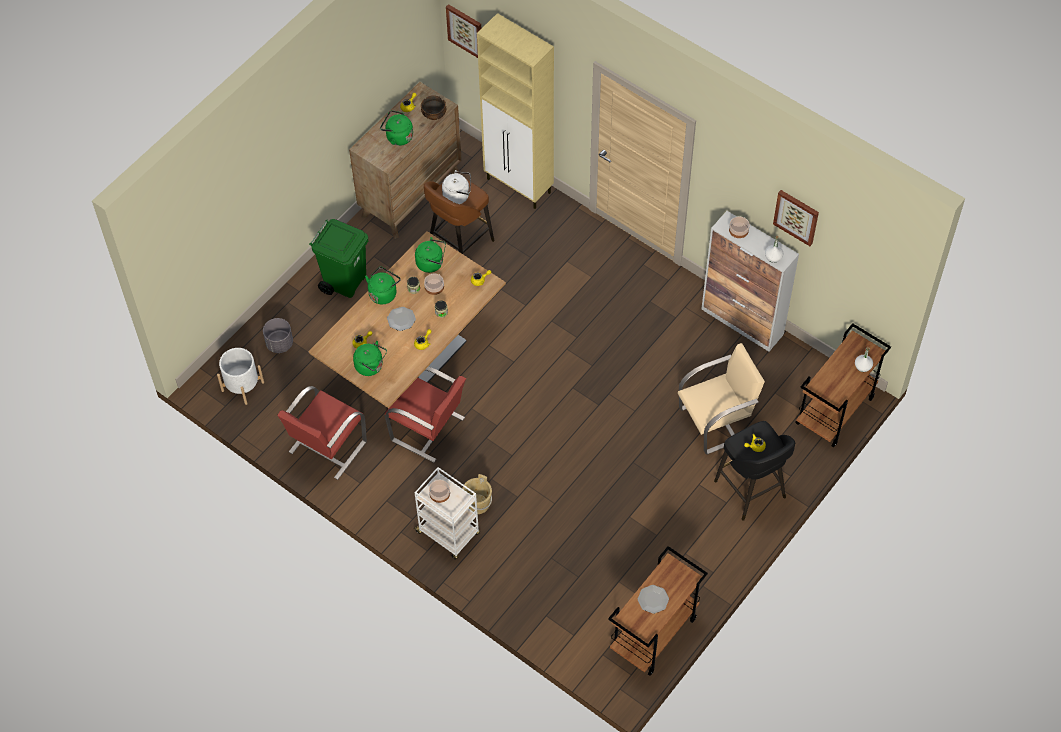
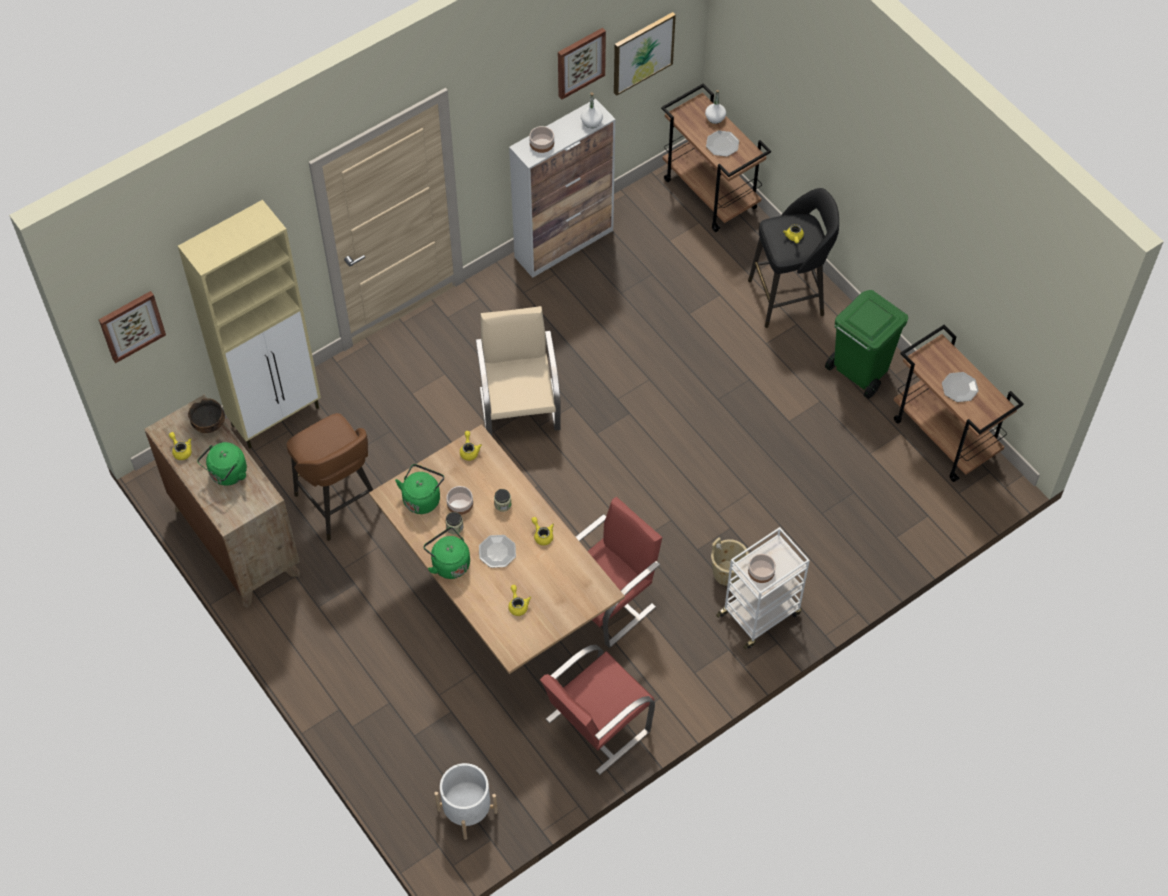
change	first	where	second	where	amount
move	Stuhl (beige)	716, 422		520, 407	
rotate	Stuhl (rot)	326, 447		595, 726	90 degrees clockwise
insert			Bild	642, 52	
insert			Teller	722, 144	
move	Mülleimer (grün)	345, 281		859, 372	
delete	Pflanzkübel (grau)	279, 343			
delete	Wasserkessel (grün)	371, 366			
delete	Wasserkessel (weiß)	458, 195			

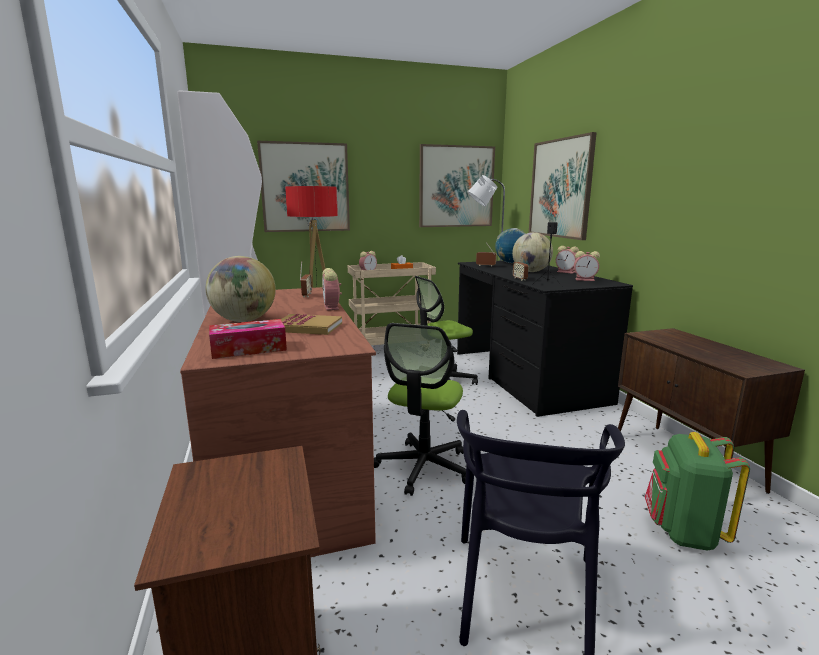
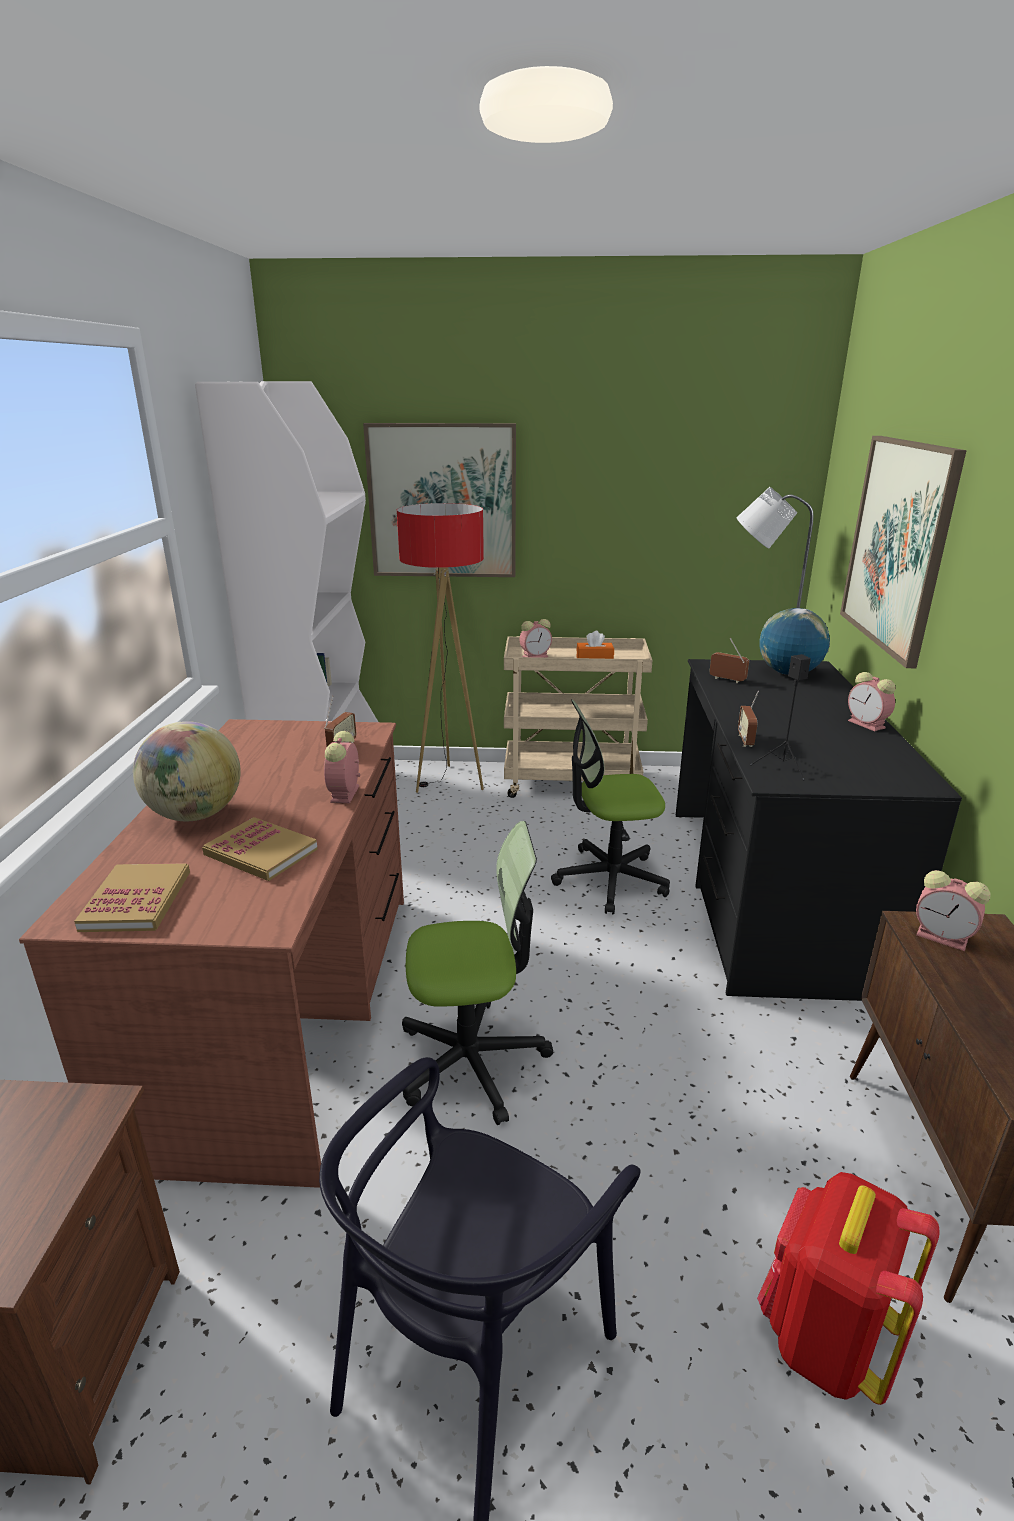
change	first	where	second	where	amount
replace	Taschentuchbox	249, 349	Buch	137, 901	
rotate	Bürostuhl	423, 467		472, 1060	135 degrees counterclockwise
recolor	Rucksack (grün)	683, 532	Rucksack (rot)	824, 1337	
move	Wecker	585, 279		944, 937	
delete	Bild	456, 186			
delete	Globus	531, 271			

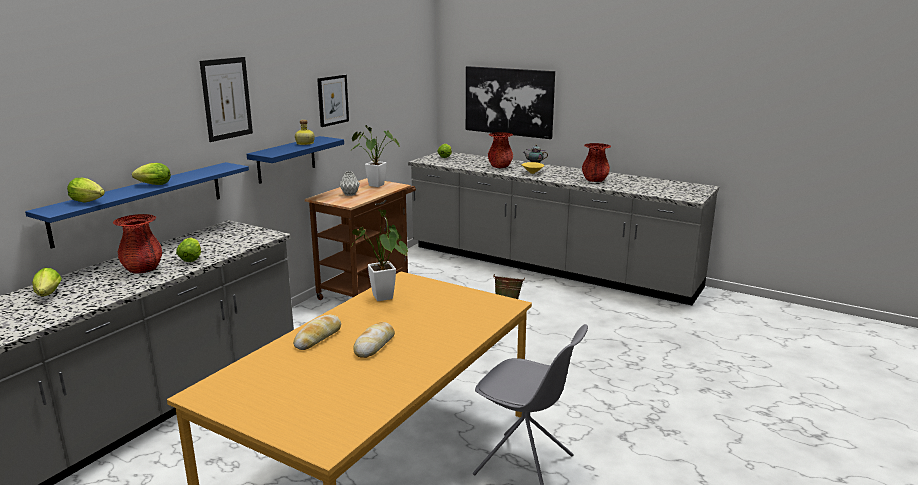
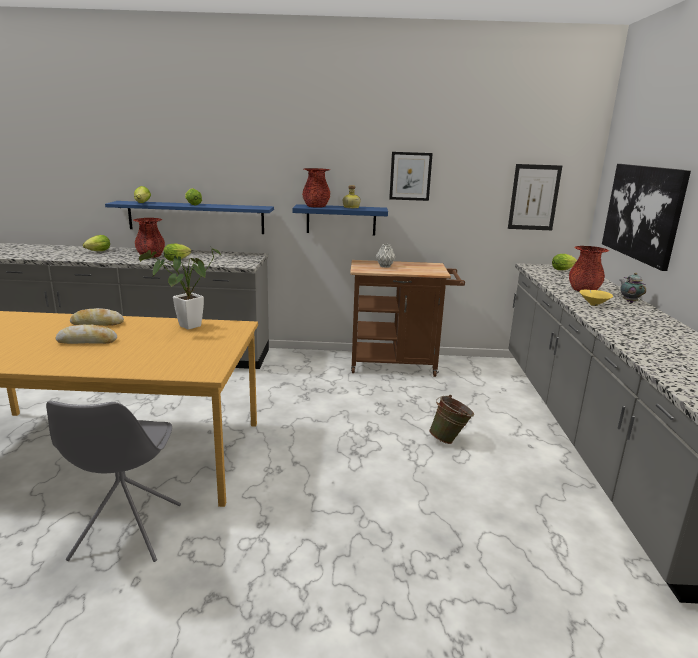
change	first	where	second	where	amount
move	Vase (rot)	595, 180		316, 206	
move	Bild	226, 98		534, 197	
delete	Topfpflanze	373, 185			

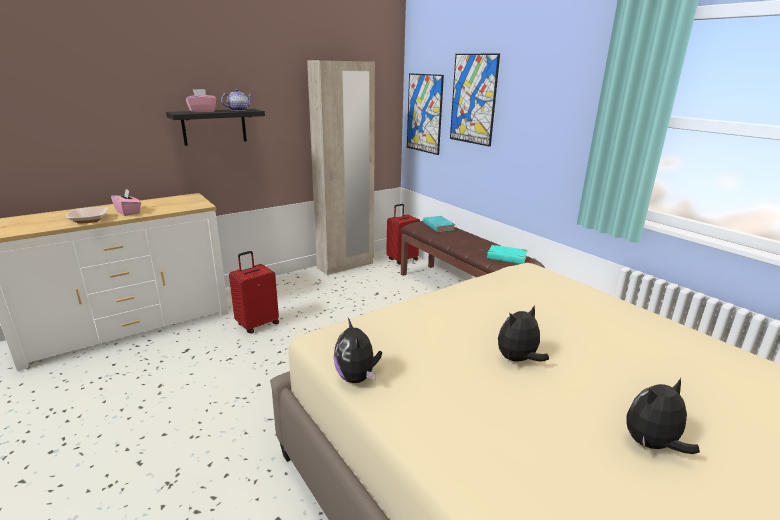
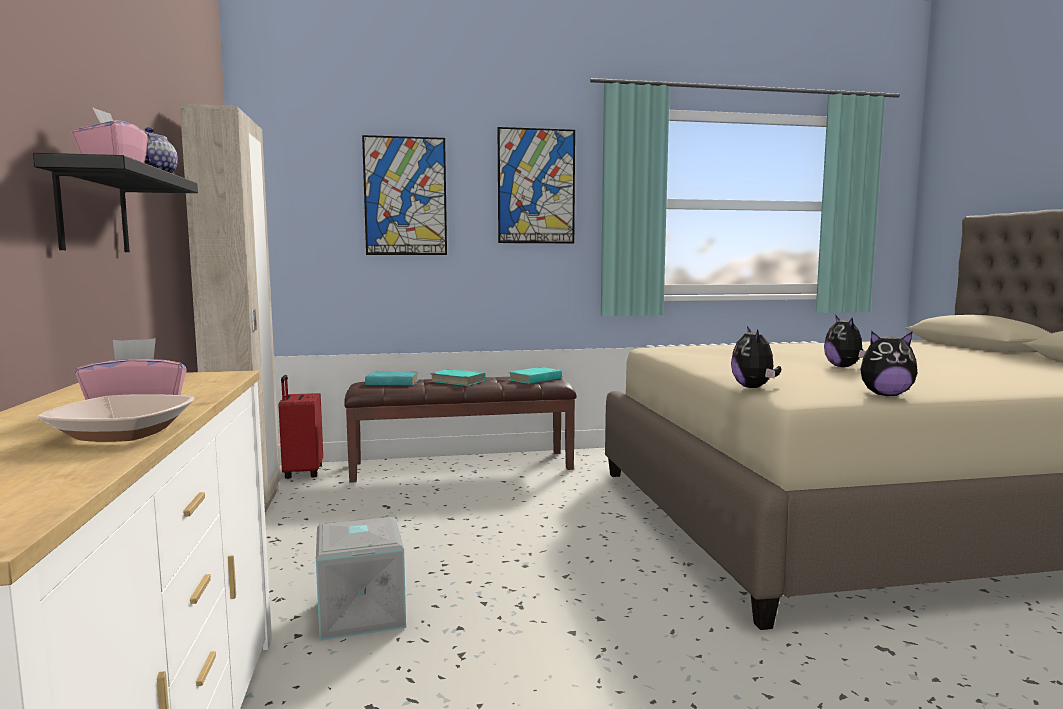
change	first	where	second	where	amount
replace	Koffer (rot)	257, 324	Aufbewahrungsbox (grau)	359, 613	
insert			Buch (türkis)	457, 381	
move	Bild	424, 113		536, 186	
move	Plüschtier	652, 445		754, 388	

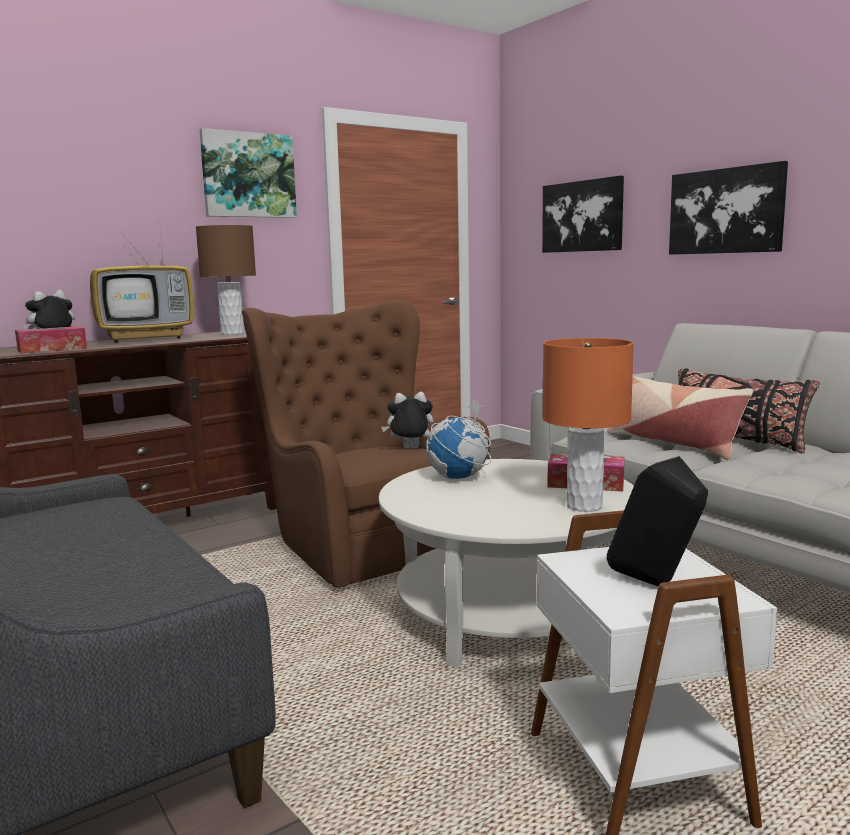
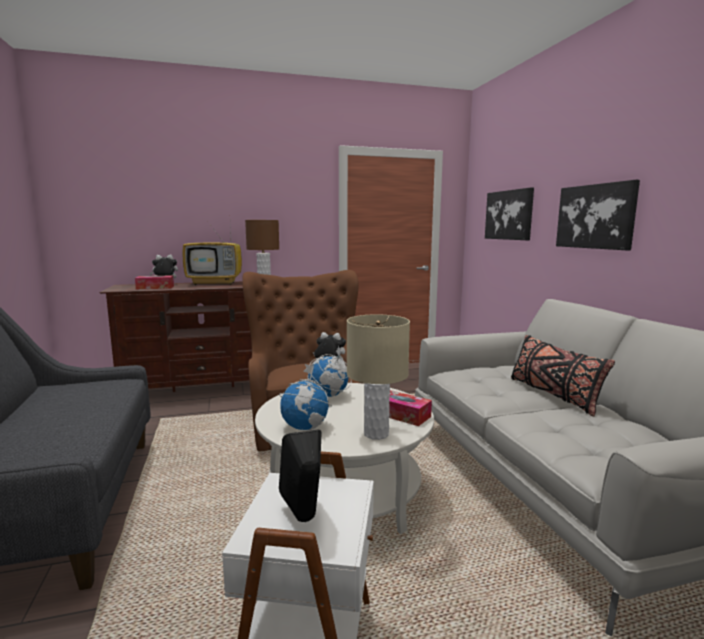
change	first	where	second	where	amount
insert			Globus	305, 427	
recolor	Tischlampe (orange)	584, 506	Tischlampe (beige)	376, 434	
delete	Bild	248, 175			
delete	Kissen	672, 443			

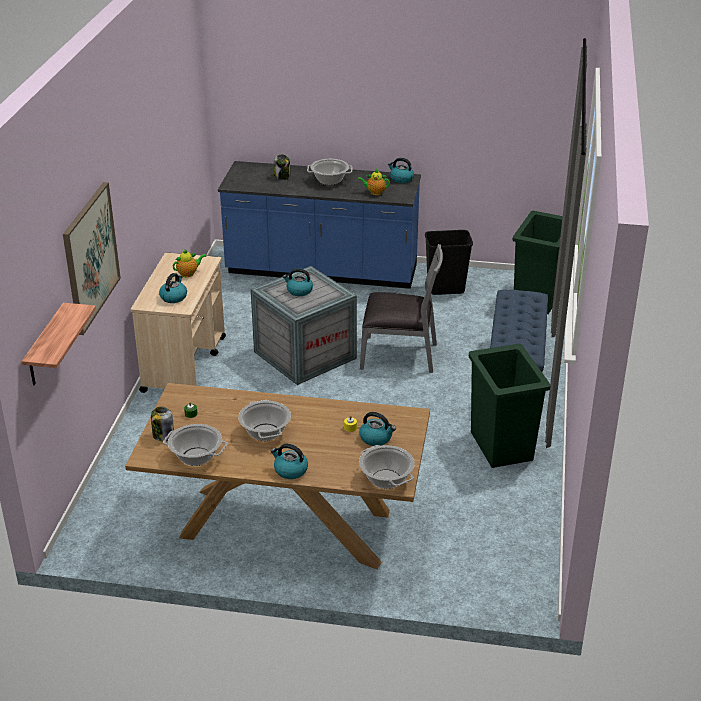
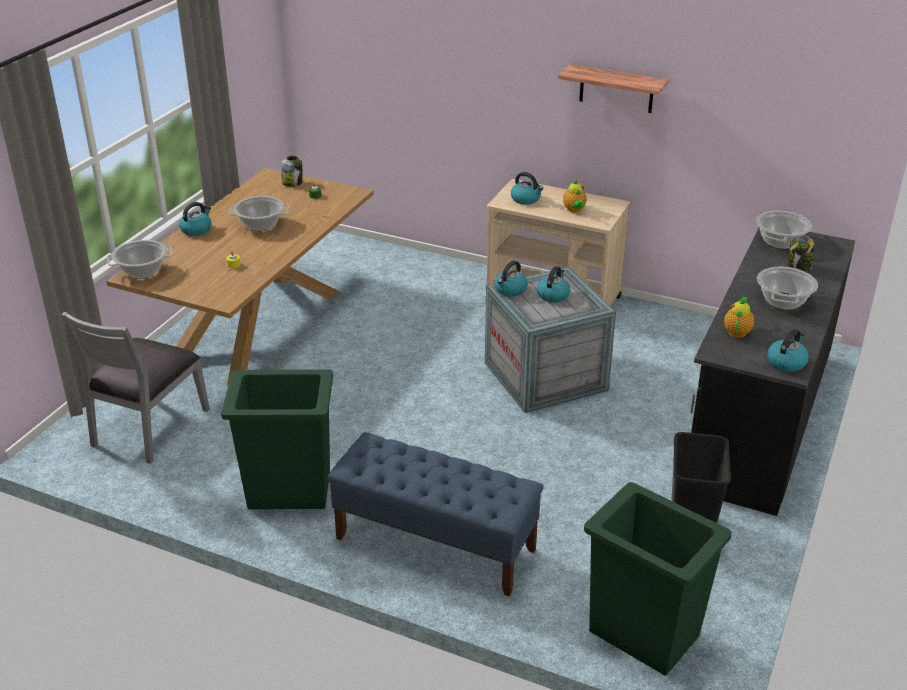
change	first	where	second	where	amount
move	Stuhl (grau)	399, 355		148, 427	
move	Wasserkessel	376, 438		510, 290	
move	Wandregal	45, 346		616, 89	
recolor	Küchenzeile (blau)	321, 271	Küchenzeile (schwarz)	757, 419	
move	Kochtopf	196, 457		780, 242	
delete	Bild	90, 257			

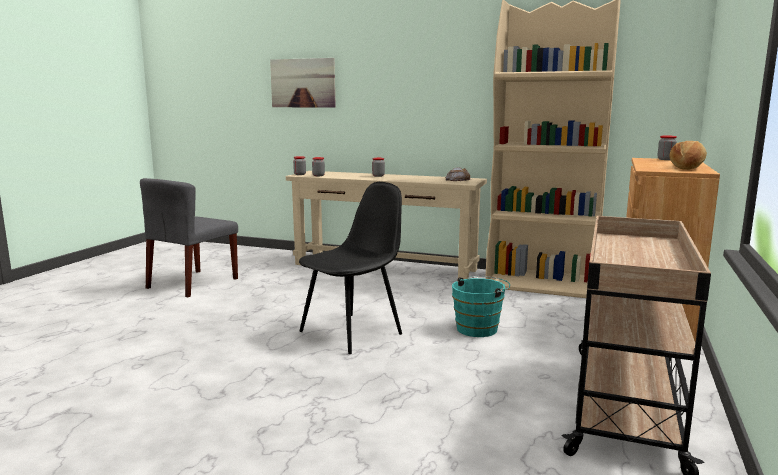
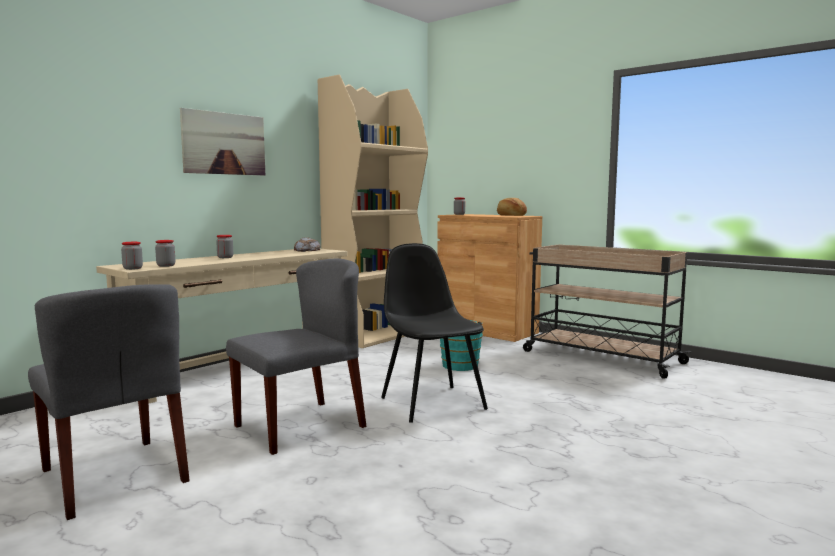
change	first	where	second	where	amount
move	Bild	303, 83		224, 143	
insert			Stuhl (grau)	301, 426	

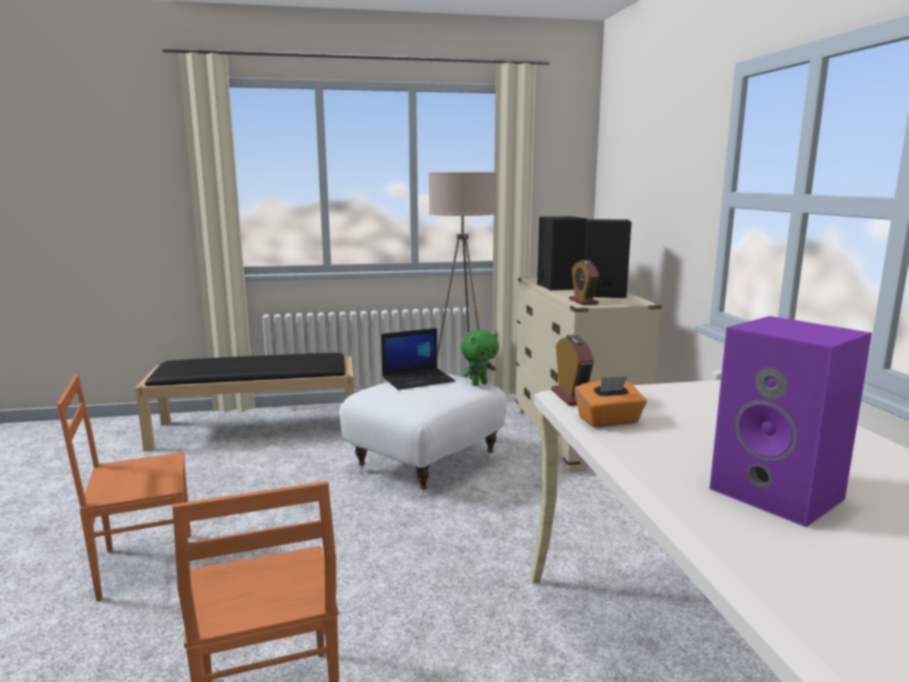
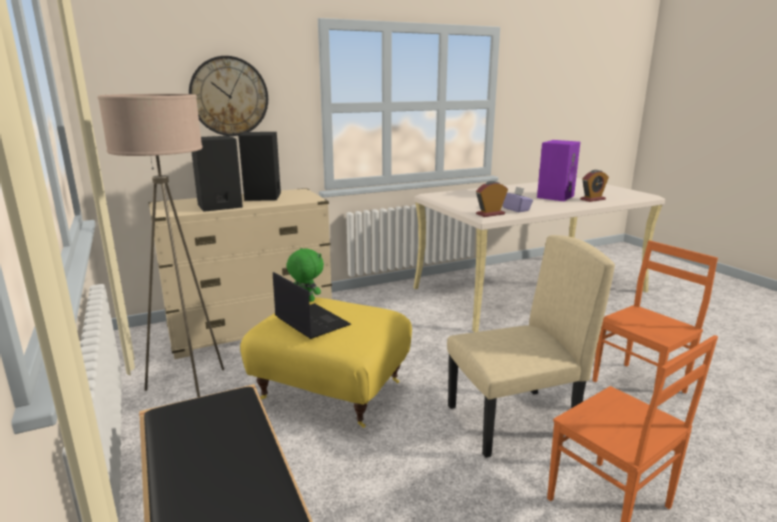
change	first	where	second	where	amount
insert			Wanduhr	229, 96	
recolor	Polsterhocker (weiß)	425, 463	Polsterhocker (gelb)	330, 392	
insert			Stuhl (beige)	513, 421	
recolor	Taschentuchbox (orange)	608, 421	Taschentuchbox (lila)	516, 209	
move	Wecker	583, 301		592, 199	

